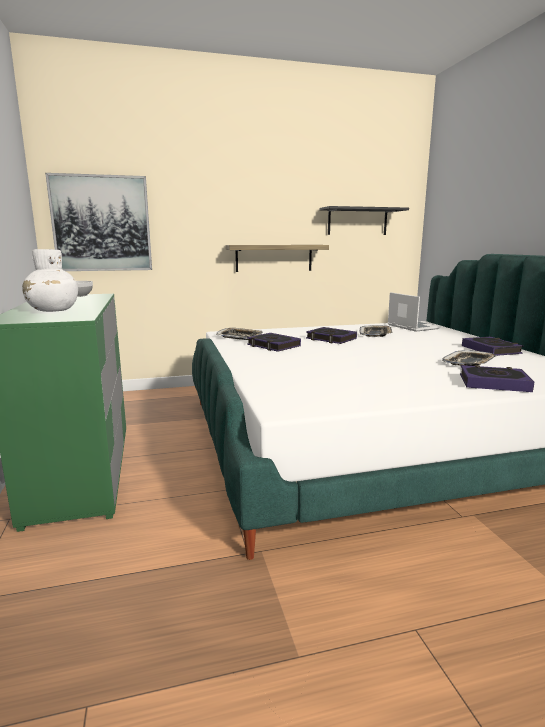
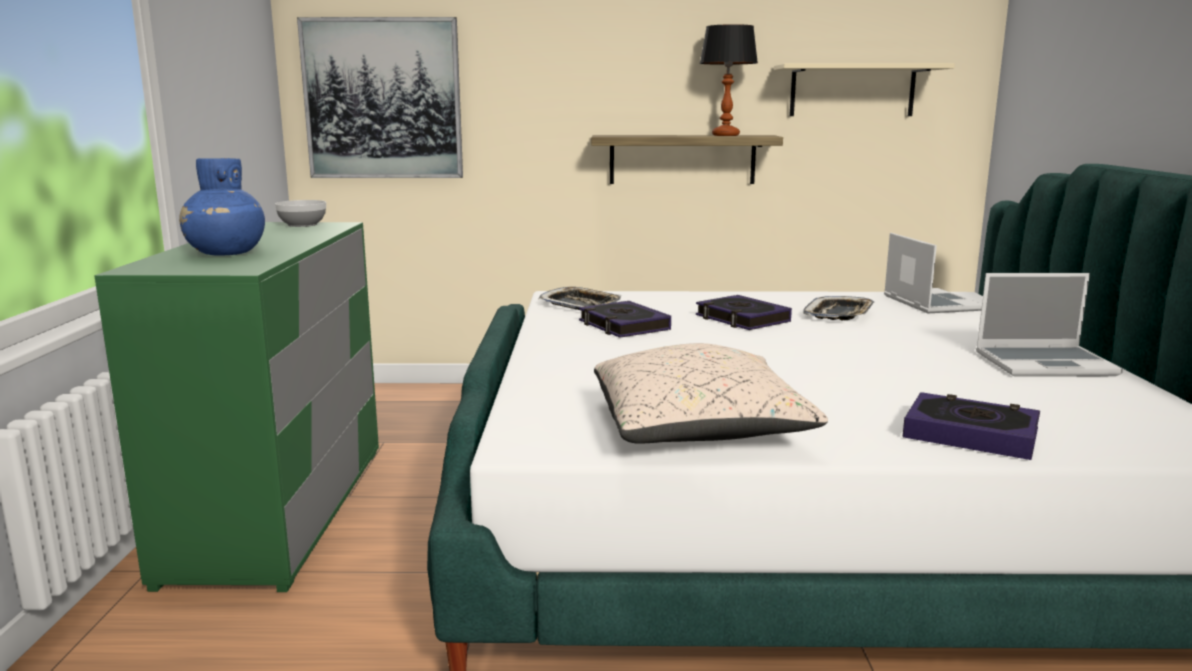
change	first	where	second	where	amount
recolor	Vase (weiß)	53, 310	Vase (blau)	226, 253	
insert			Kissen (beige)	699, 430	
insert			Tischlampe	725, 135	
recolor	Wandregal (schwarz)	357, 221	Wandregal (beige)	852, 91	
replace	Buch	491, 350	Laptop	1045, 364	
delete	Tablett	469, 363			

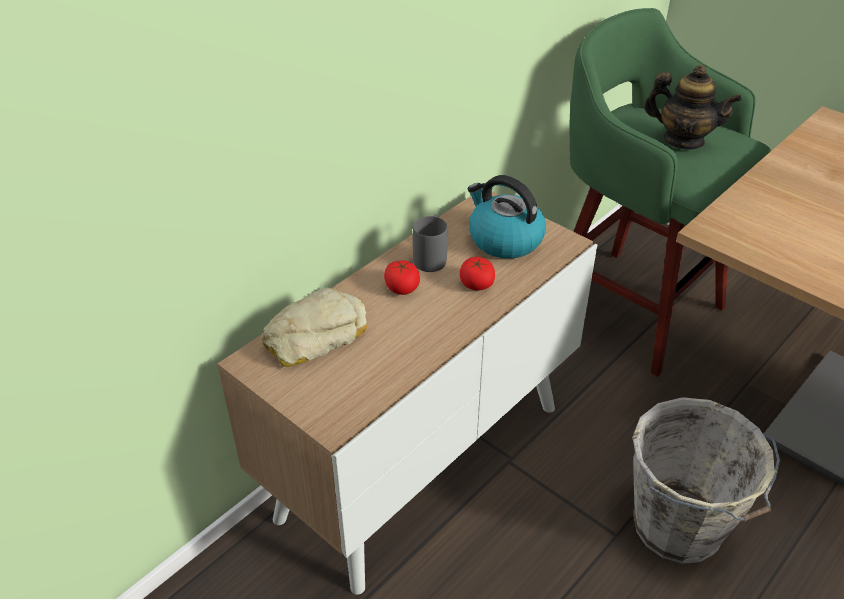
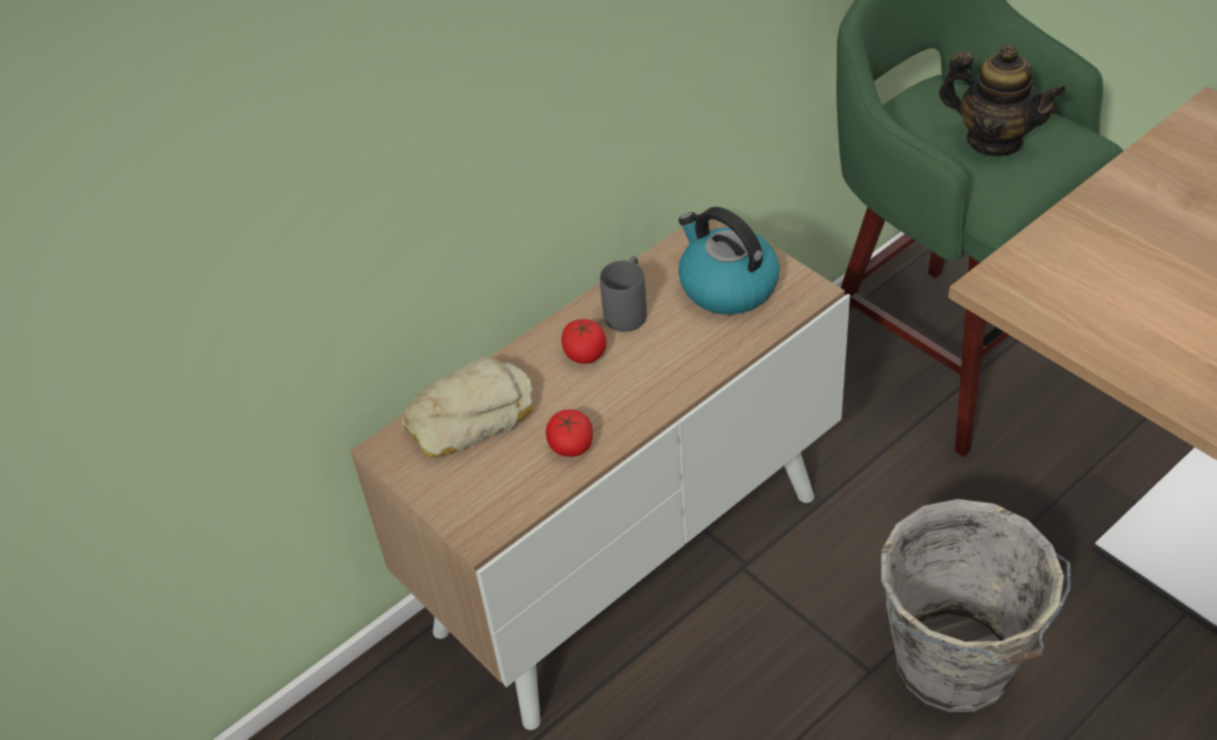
change	first	where	second	where	amount
move	Tomate	476, 284		571, 445	

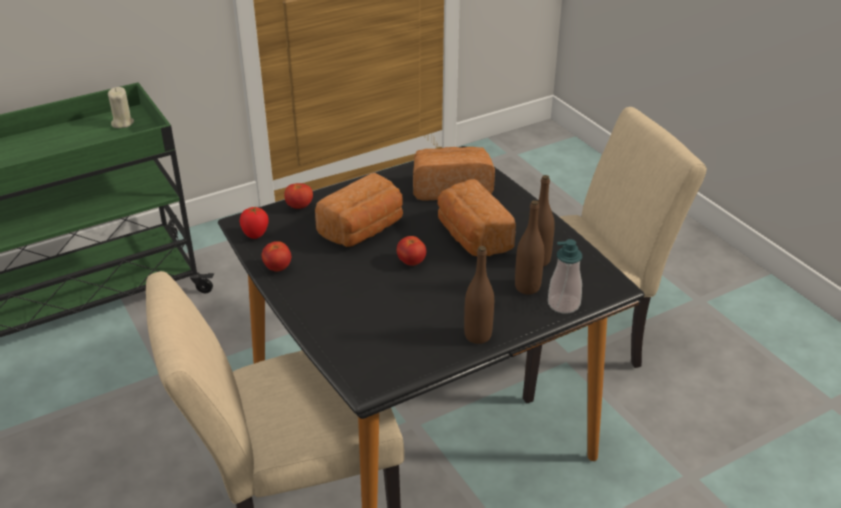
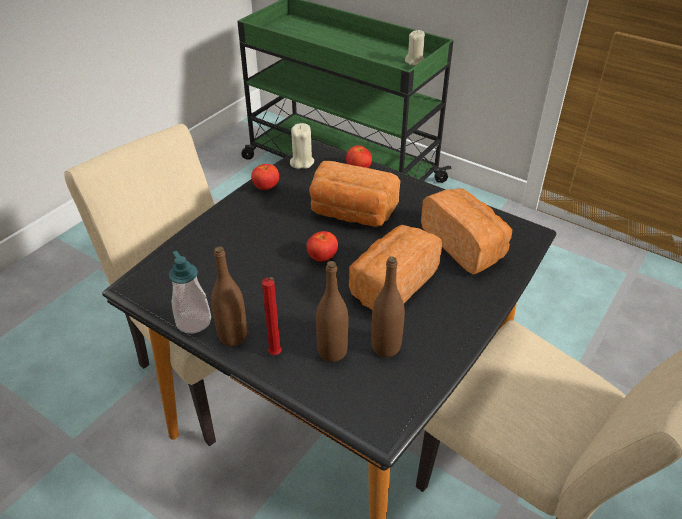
change	first	where	second	where	amount
move	Seifenspender	563, 304		193, 322	
insert			Kerze (rot)	276, 355	
replace	Tomate	255, 235	Kerze (beige)	301, 162	

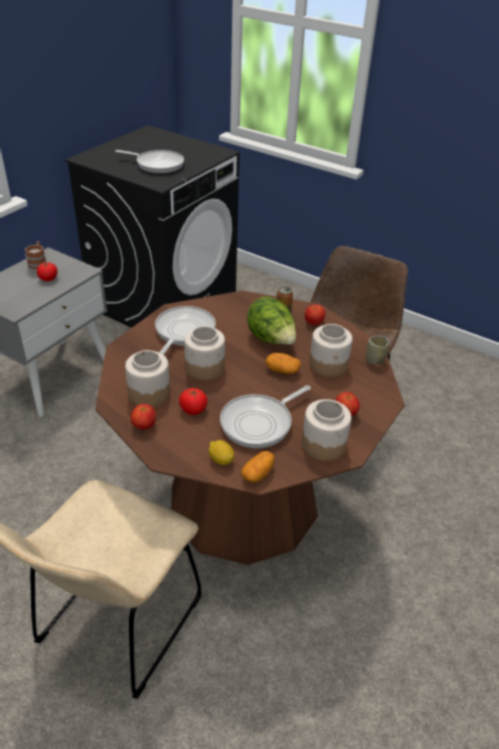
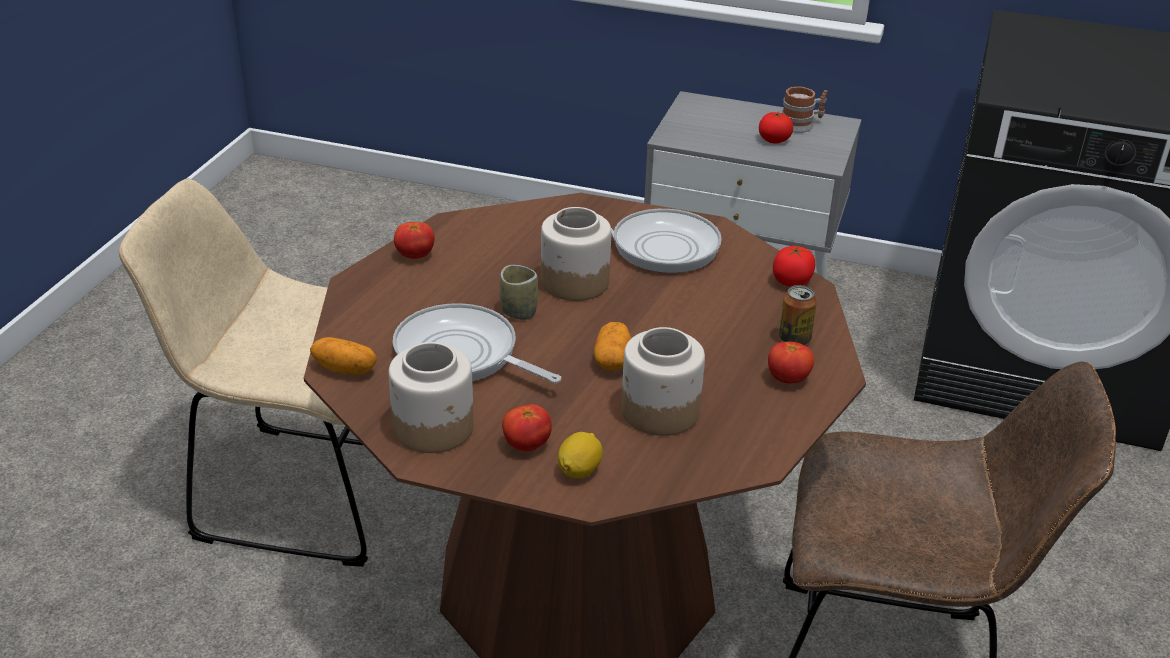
change	first	where	second	where	amount
move	Tasse	374, 360		519, 312	
move	Zitrone	221, 460		579, 470	
move	Tomate	193, 409		791, 281	
delete	Pfanne	157, 164			
delete	Vorratsglas	149, 393			
delete	Salatkopf	271, 340			

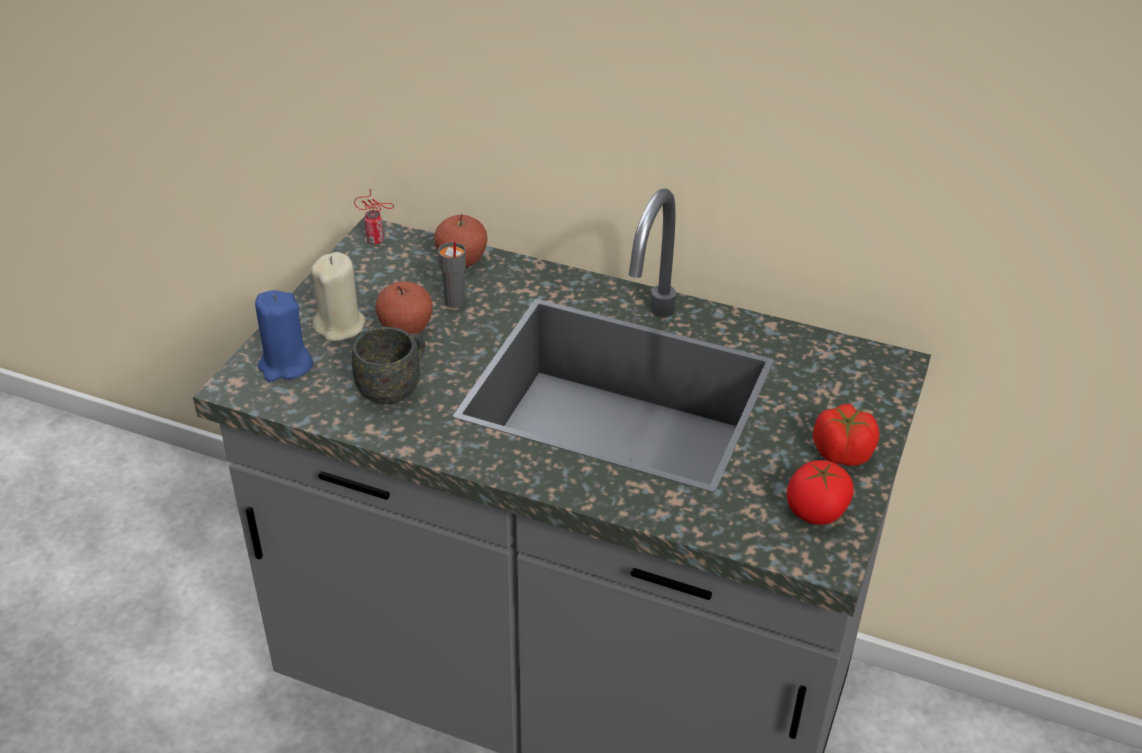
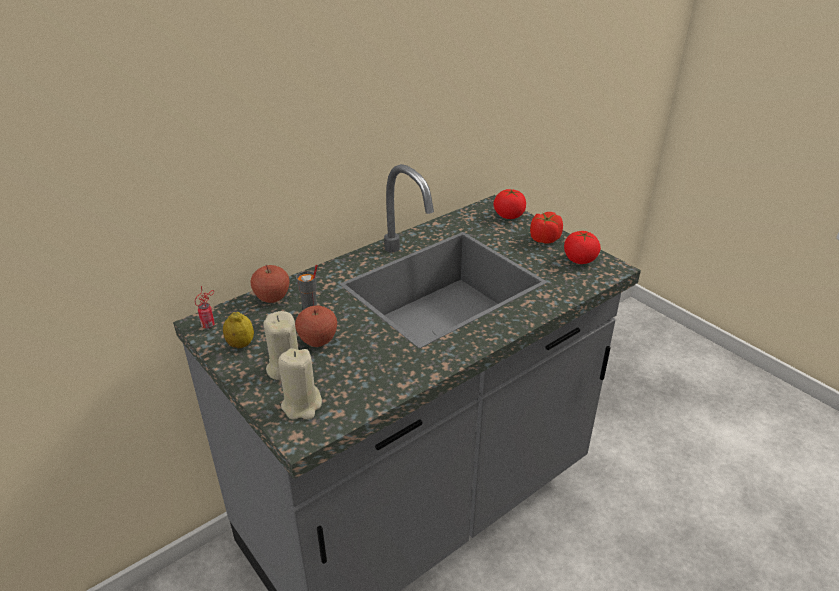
change	first	where	second	where	amount
insert			Zitrone	241, 344	
recolor	Kerze (blau)	285, 365	Kerze (beige)	302, 405	
insert			Tomate	509, 215	
delete	Henkelbecher (grau)	395, 387			

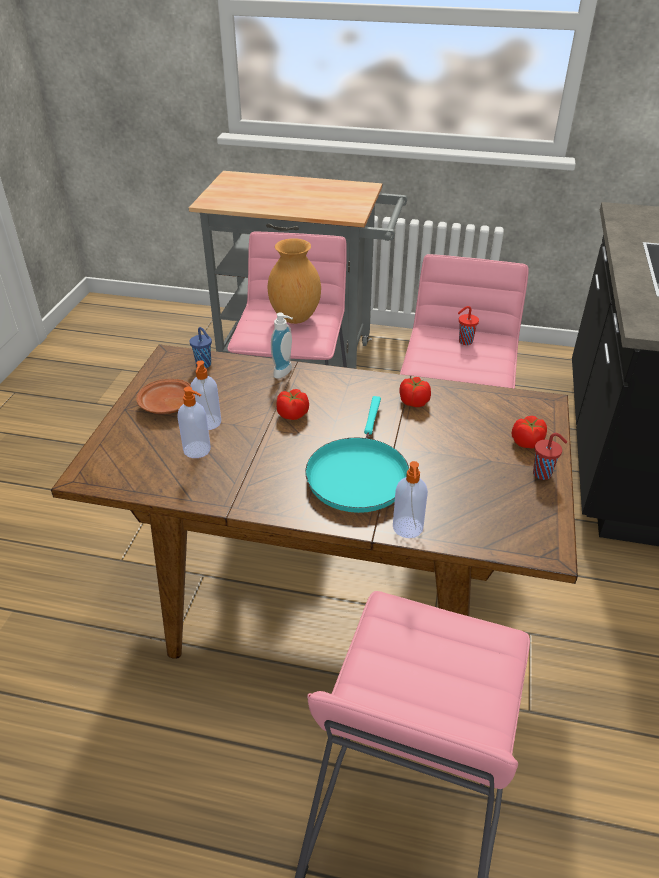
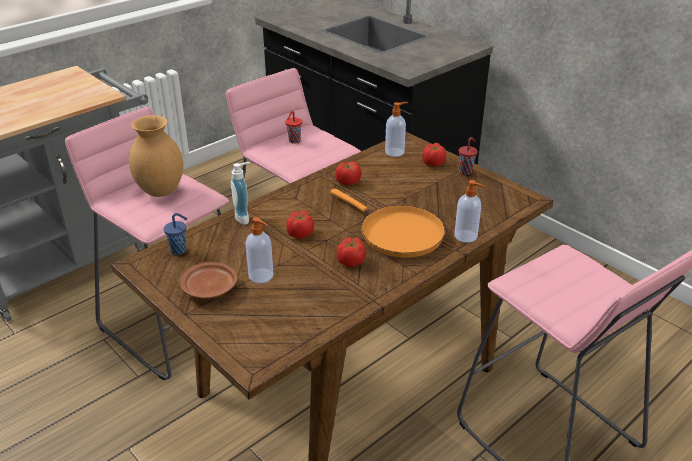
change	first	where	second	where	amount
recolor	Pfanne (türkis)	358, 474	Pfanne (orange)	397, 233	
insert			Tomate	351, 261	
move	Seifenspender	198, 450		395, 152	

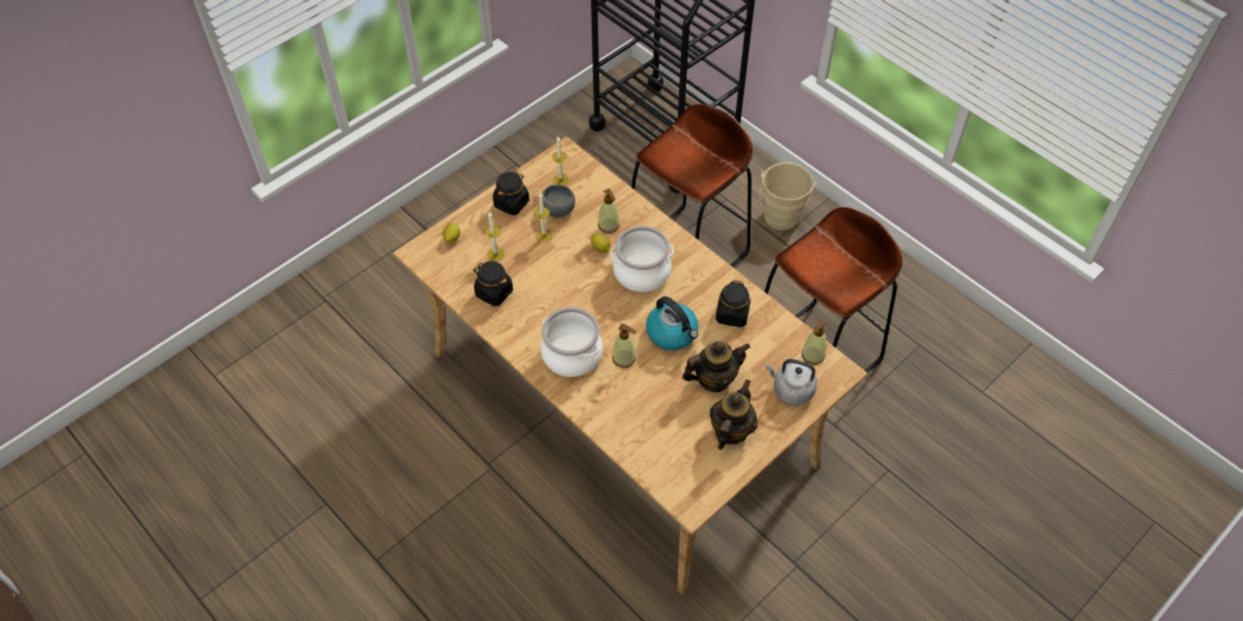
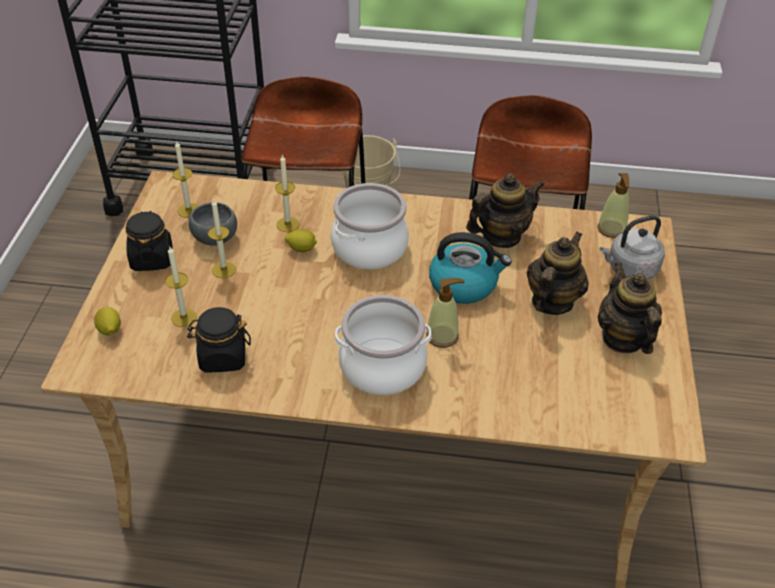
change	first	where	second	where	amount
replace	Seifenspender	609, 225	Kerze	287, 224	
replace	Vorratsglas (schwarz)	732, 315	Teekanne	501, 236	

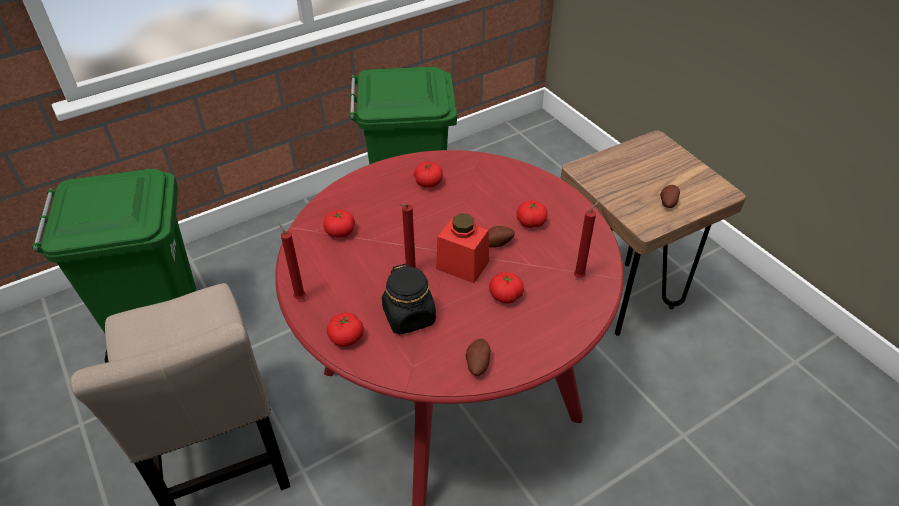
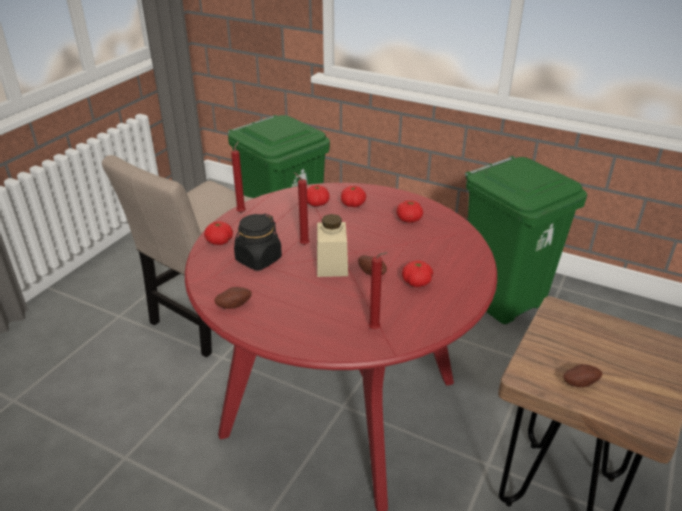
change	first	where	second	where	amount
recolor	Vorratsglas (rot)	462, 265	Vorratsglas (beige)	332, 265	
move	Tomate	505, 296		353, 204	

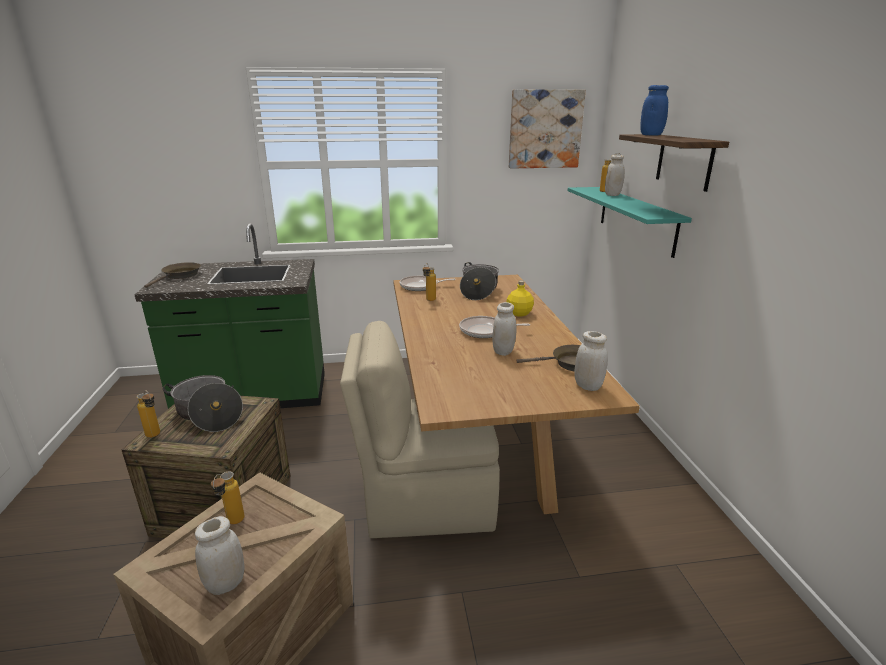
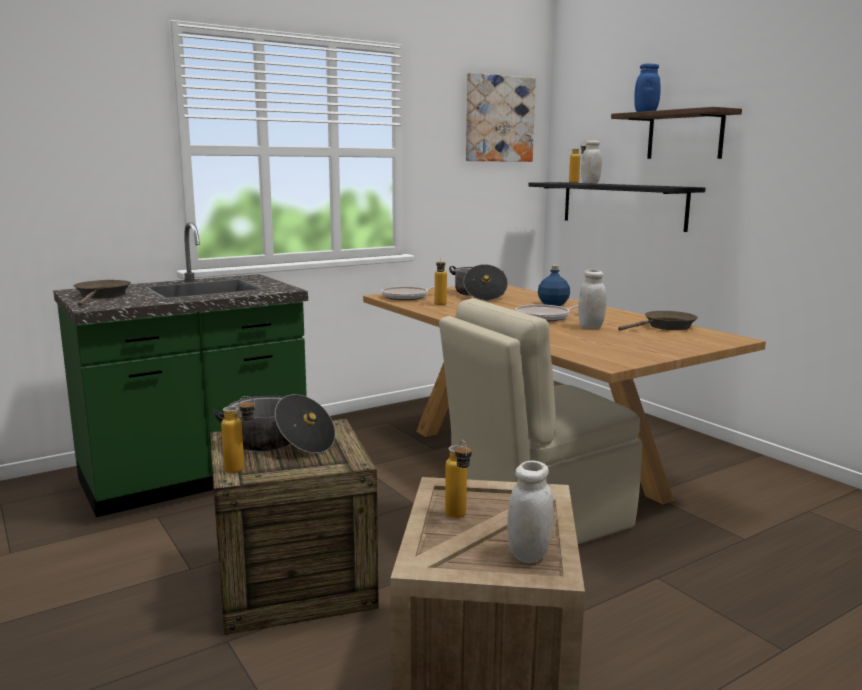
change	first	where	second	where	amount
recolor	Wandregal (türkis)	636, 219	Wandregal (schwarz)	622, 205	
recolor	Flasche (gelb)	518, 313	Flasche (blau)	553, 304	
delete	Vorratsglas (weiß)	588, 386			

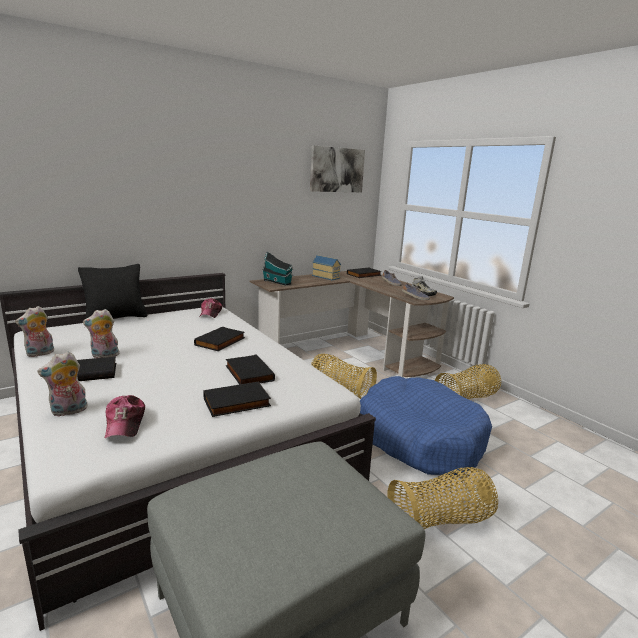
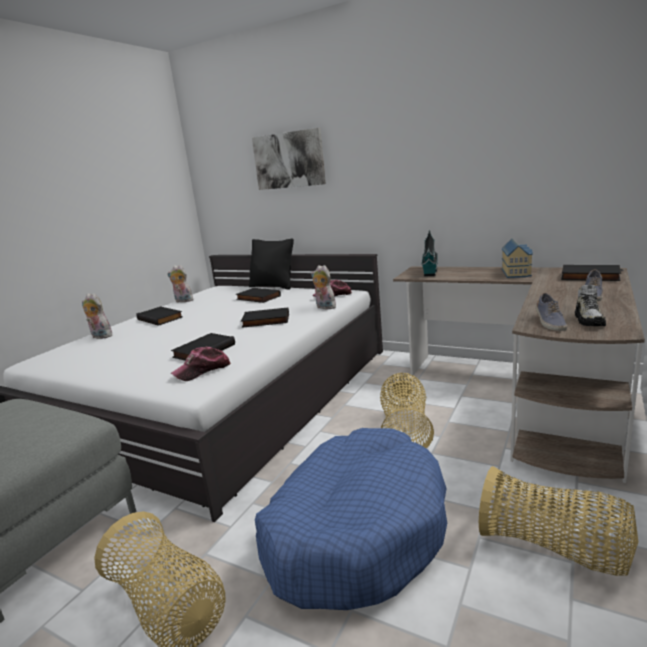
change	first	where	second	where	amount
move	Kappe	125, 423		202, 370	
move	Buch (schwarz)	236, 403		257, 298	
move	Bild	337, 170		289, 160	
move	Plüschtier	104, 356		324, 307	

